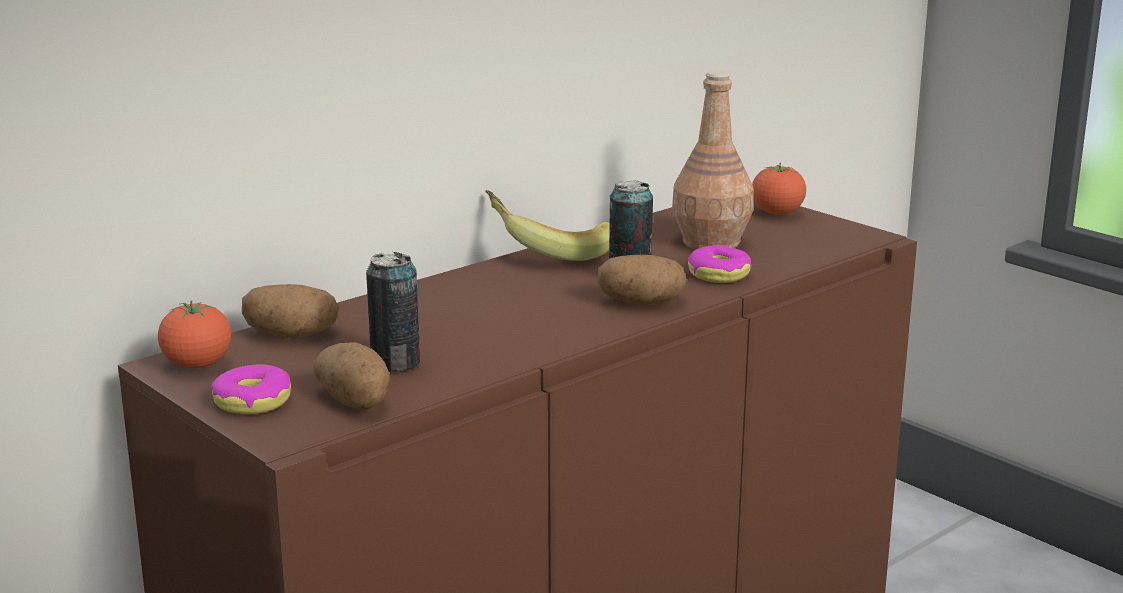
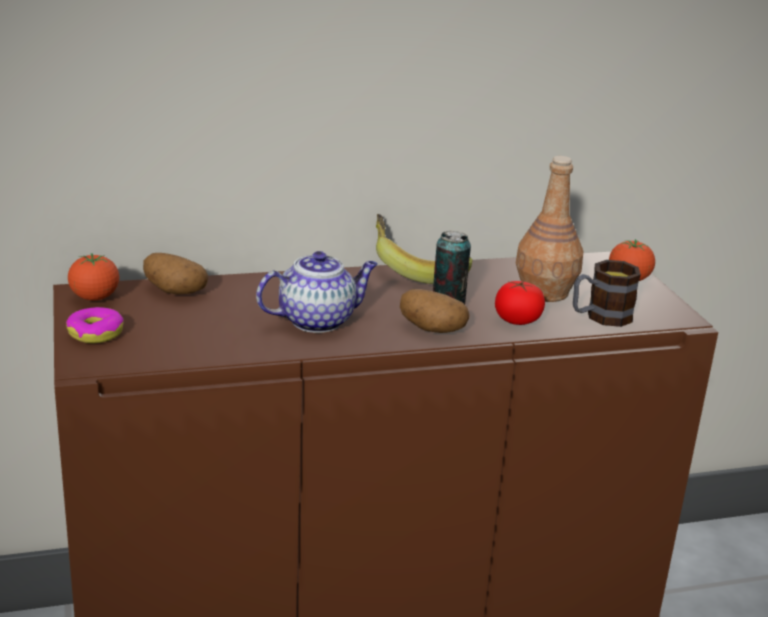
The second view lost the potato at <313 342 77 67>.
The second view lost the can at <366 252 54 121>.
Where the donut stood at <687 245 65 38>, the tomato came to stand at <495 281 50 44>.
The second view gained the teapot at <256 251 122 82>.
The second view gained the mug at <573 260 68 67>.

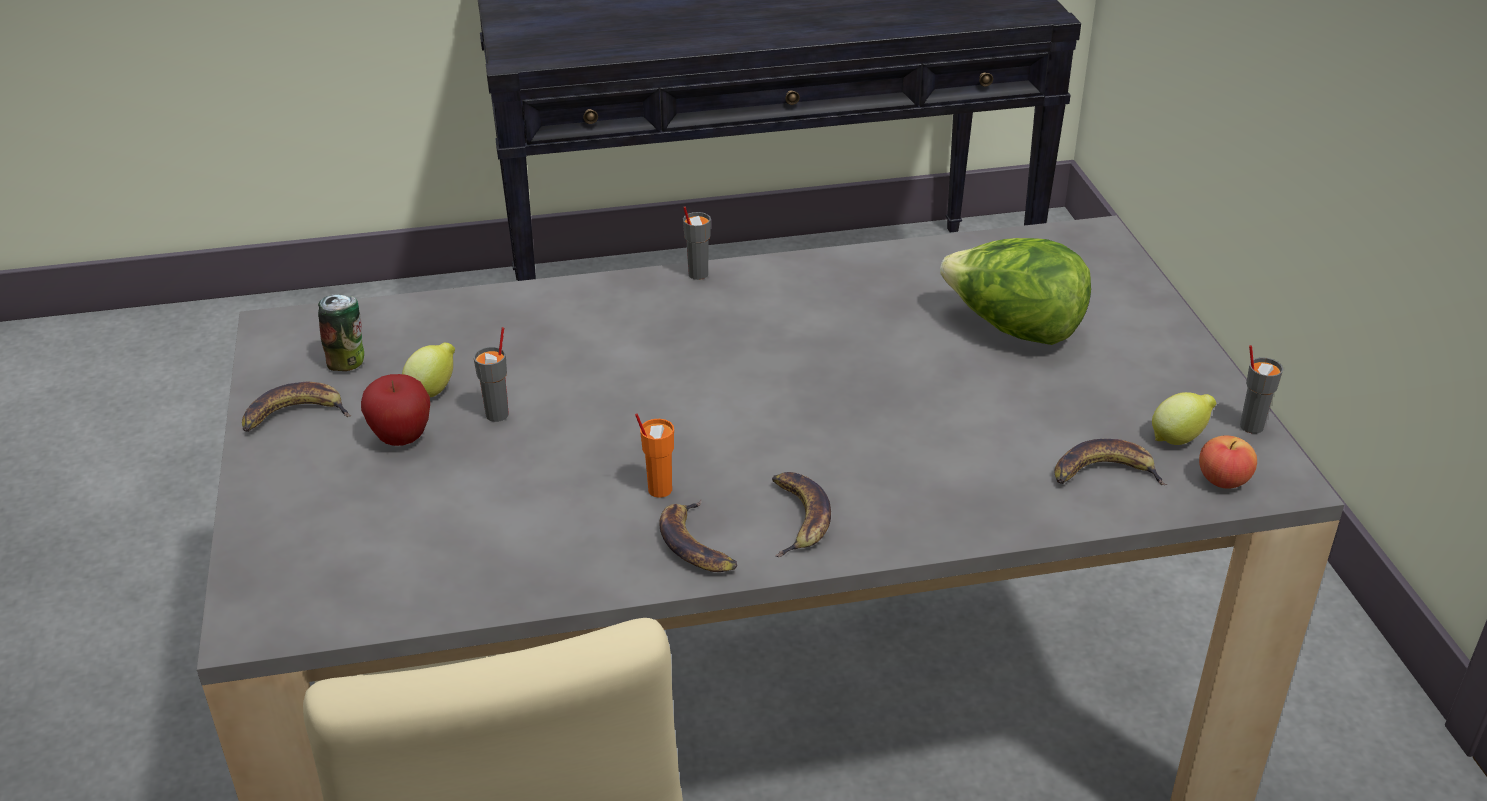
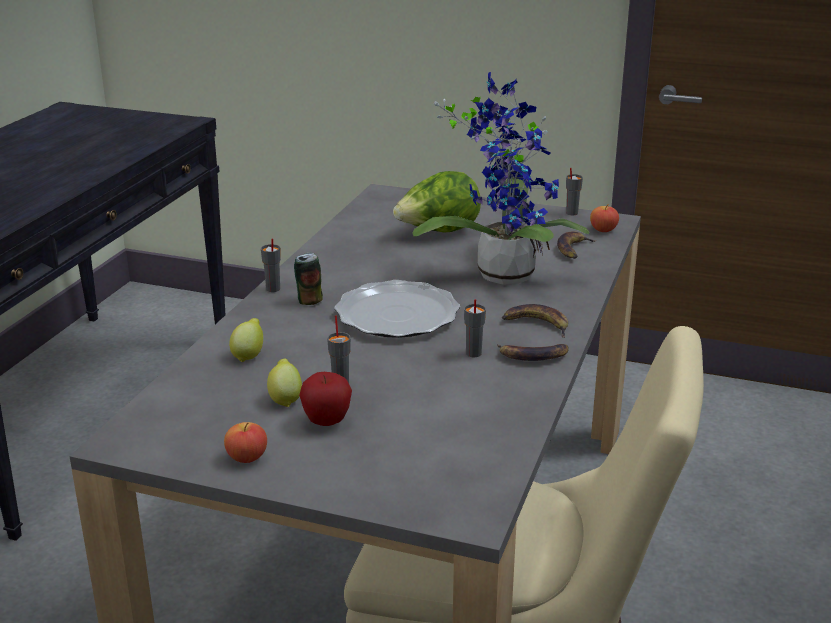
Where the banana stood at <242 382 109 50>, the apple came to stand at <224 422 43 41>.
The can ended up elsewhere, having gone from <318 294 46 77> to <294 253 29 52>.
What was the orange cup at <635 413 39 85> turned into the grey cup at <464 299 22 58>.
The lemon ended up elsewhere, having gone from <1152 392 64 53> to <229 318 34 44>.
The second view gained the plate at <335 280 125 58>.
The second view gained the potted plant at <412 72 177 213>.

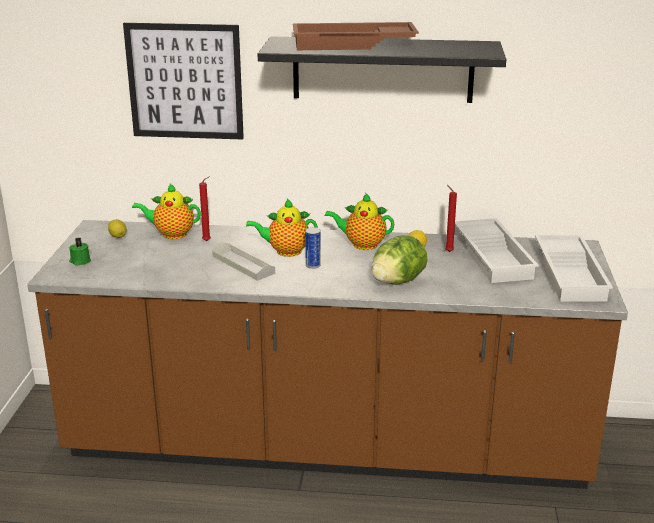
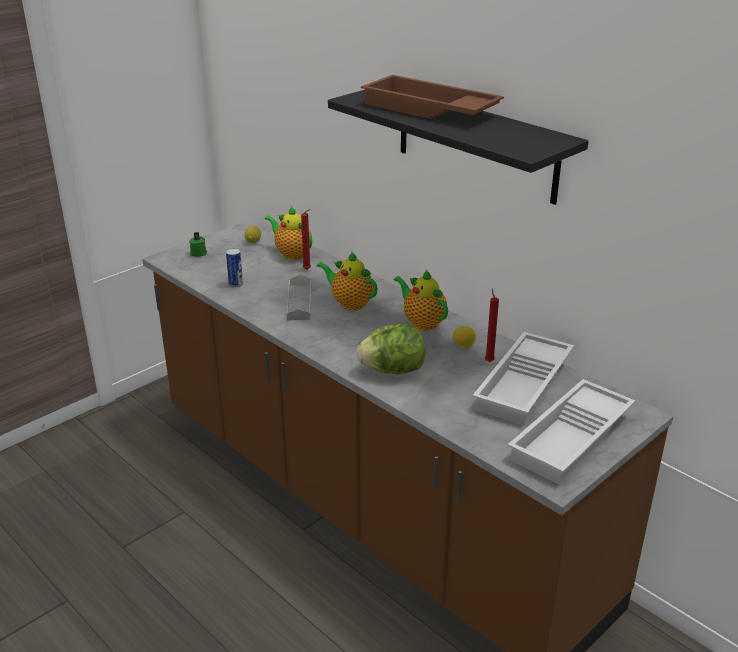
The second view lost the picture at <123 23 121 117>.
The can ended up elsewhere, having gone from <305 227 16 42> to <226 248 17 39>.

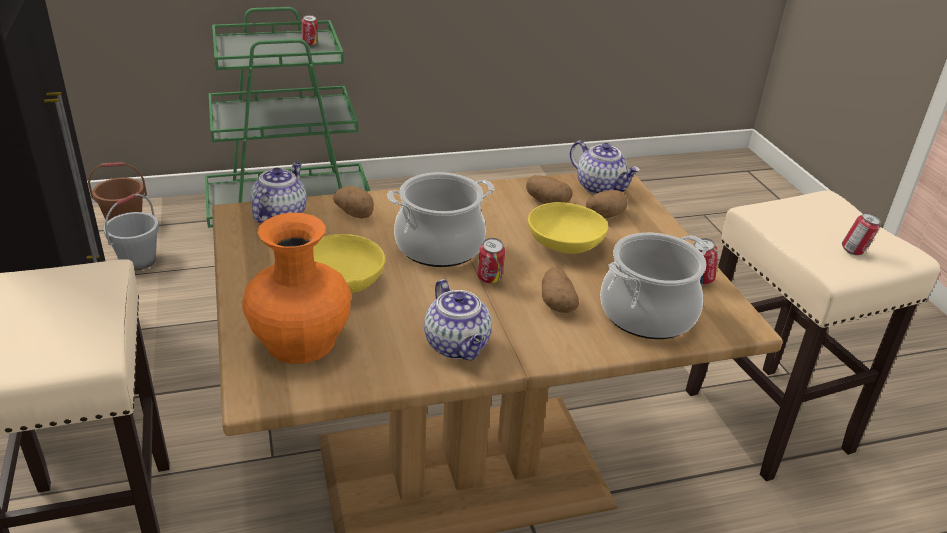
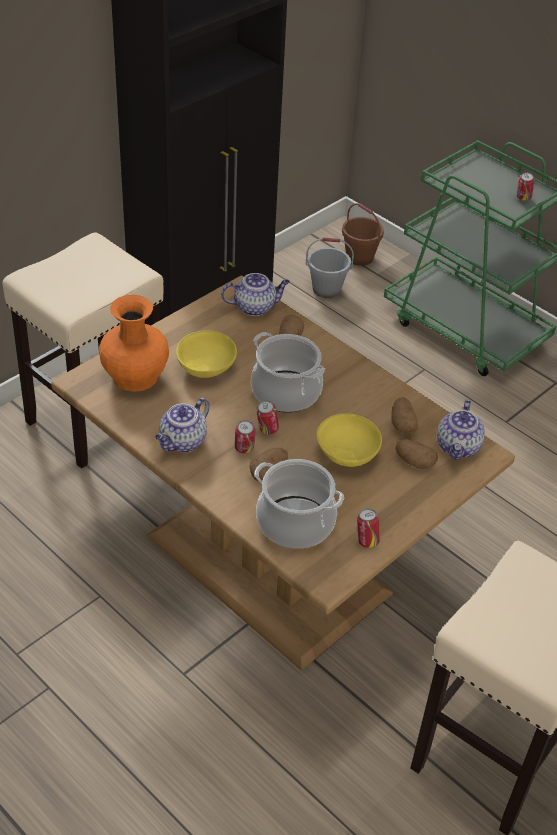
The can ended up elsewhere, having gone from <842 213 39 42> to <235 420 20 34>.

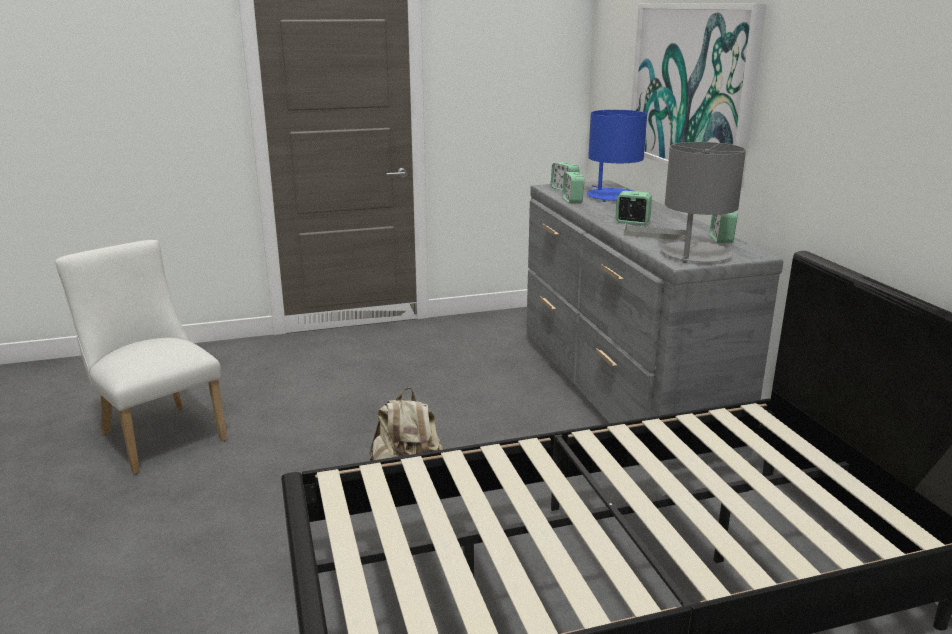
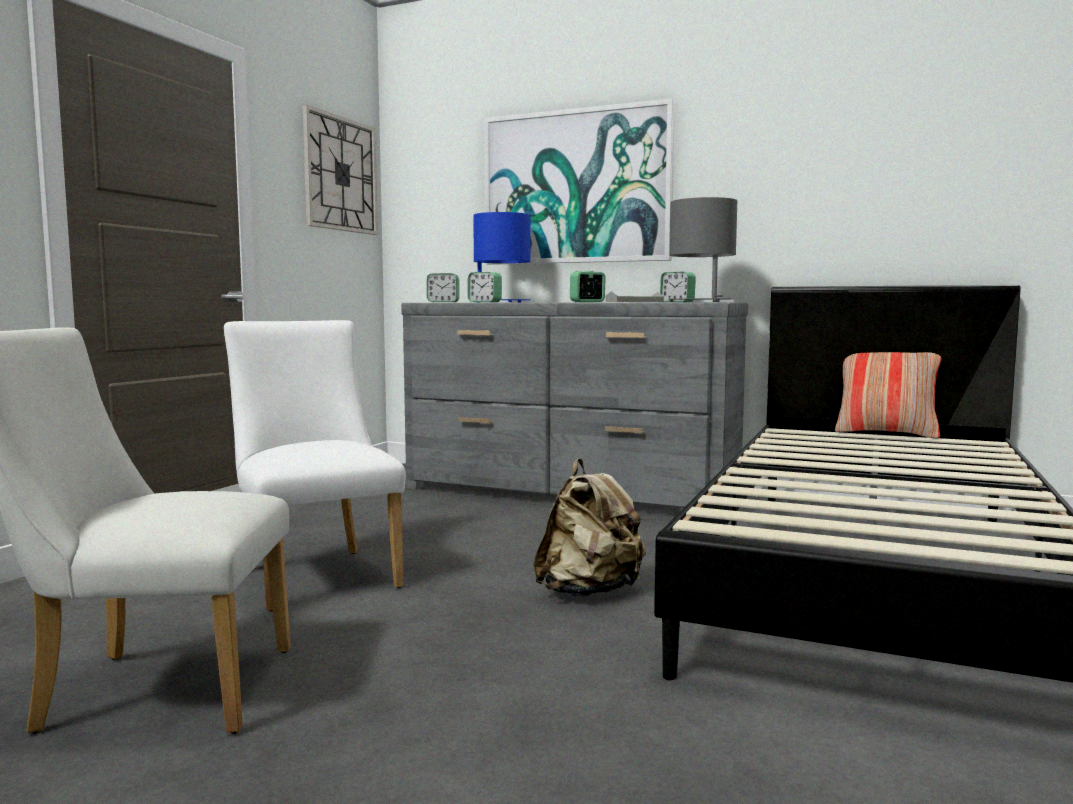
The second view gained the white chair at <224 320 182 292>.
The second view gained the wall clock at <302 105 76 130>.
The second view gained the pillow at <835 352 106 87>.

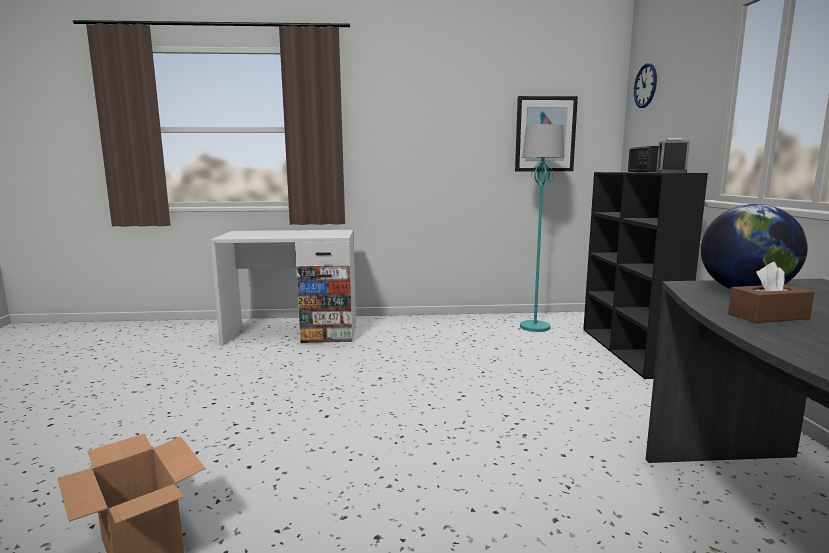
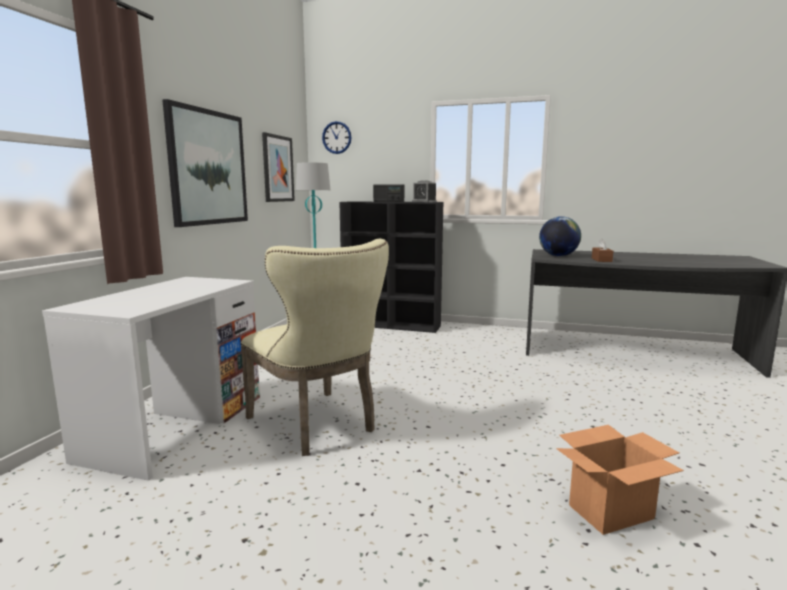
The second view gained the picture at <162 99 86 128>.
The second view gained the beige chair at <241 239 148 217>.

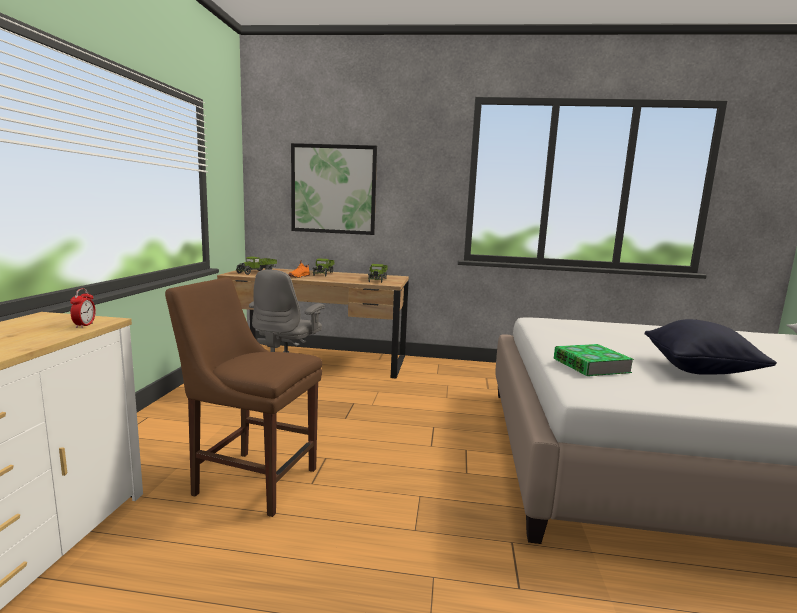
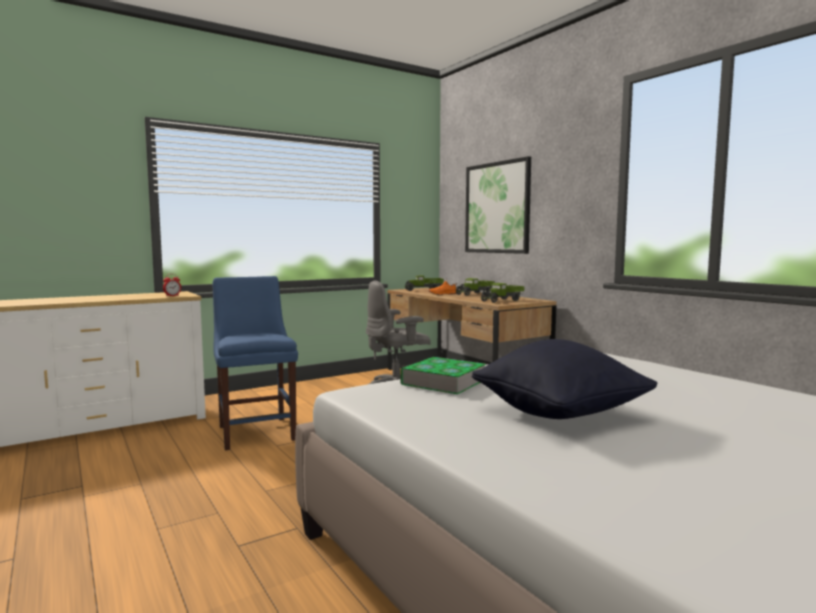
What was the brown chair at <165 277 157 240> turned into the blue chair at <213 276 85 174>.

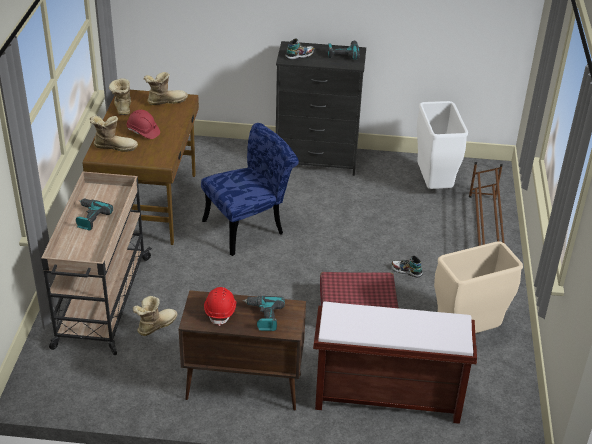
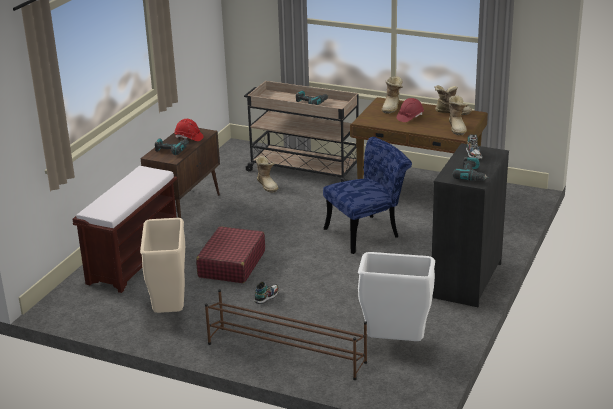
The blue chair at <201 123 98 133> ended up facing another way, 105 degrees counterclockwise from before.

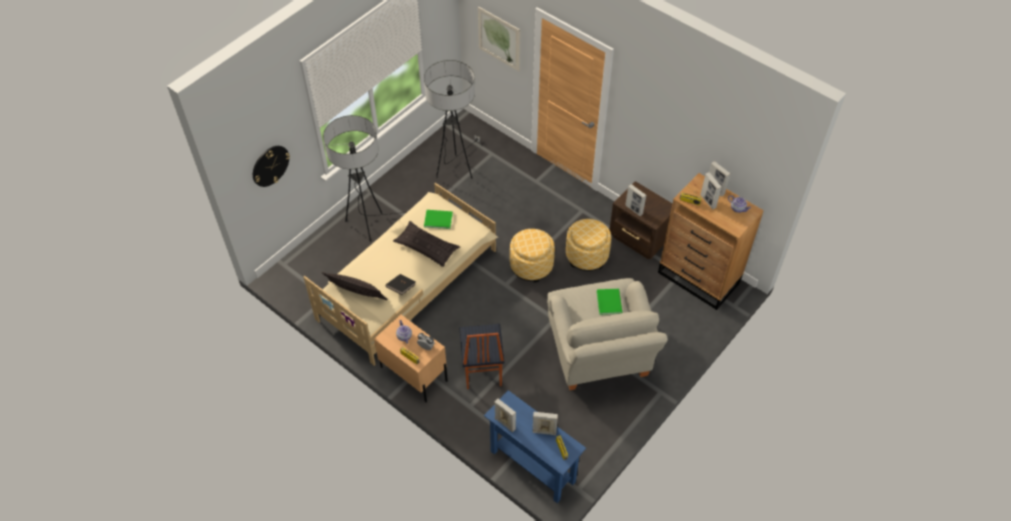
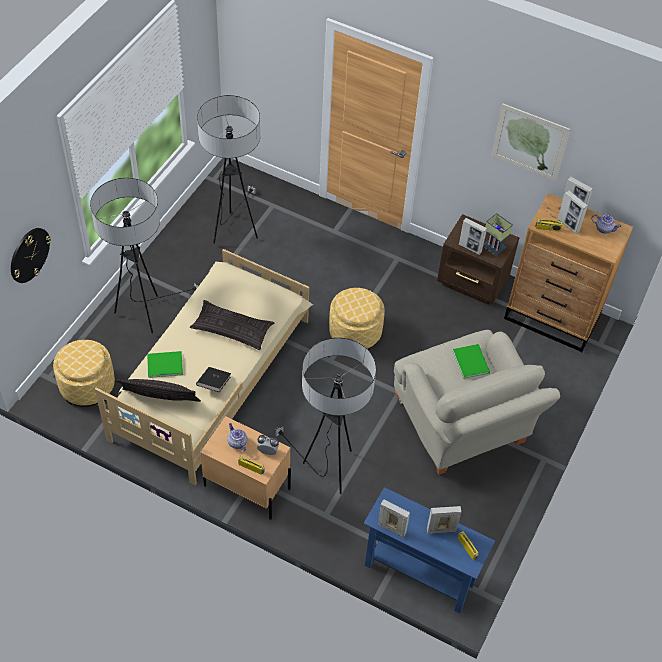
The green book ended up elsewhere, having gone from <424 210 29 19> to <147 351 36 27>.
Where the chair stood at <459 324 46 65>, the floor lamp came to stand at <274 338 102 156>.
The picture ended up elsewhere, having gone from <478 7 42 64> to <491 104 79 77>.
The ottoman ended up elsewhere, having gone from <566 219 45 52> to <53 340 62 67>.
The second view gained the table lamp at <483 213 30 43>.

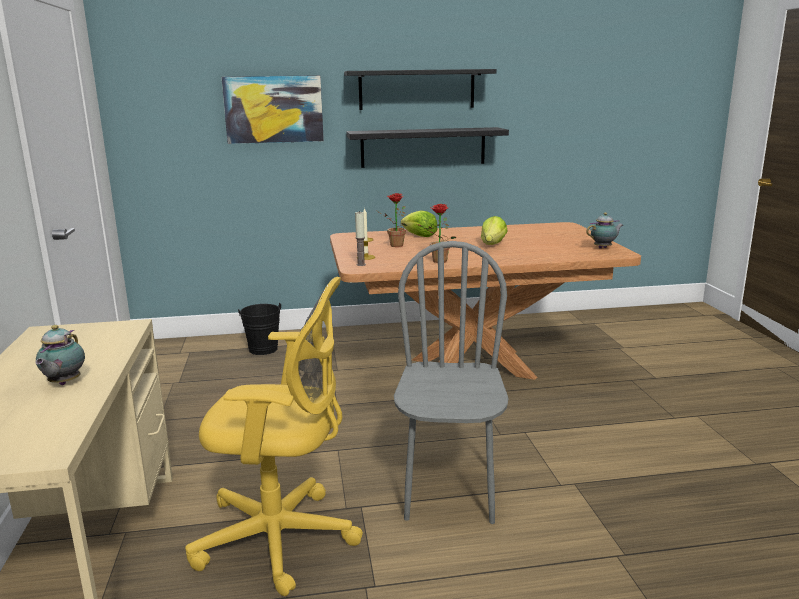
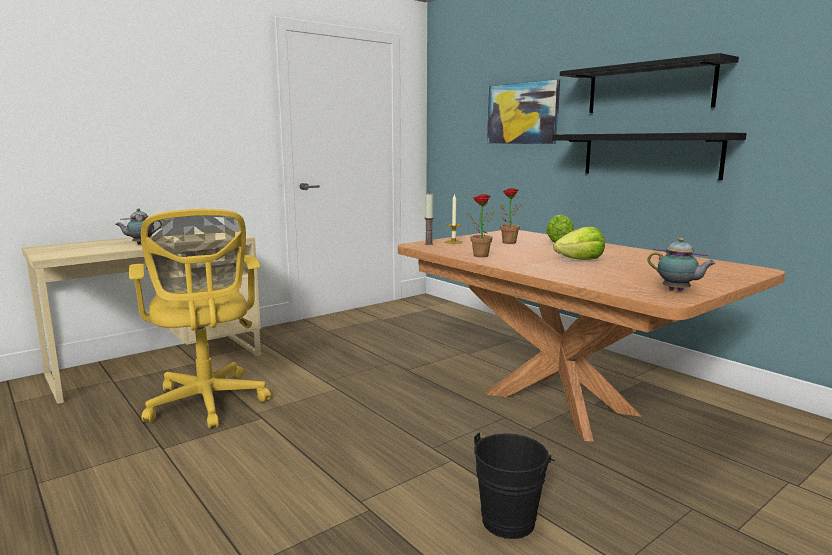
The black bucket ended up elsewhere, having gone from <238 303 43 52> to <474 433 81 106>.
The second view lost the grey chair at <394 241 115 283>.

